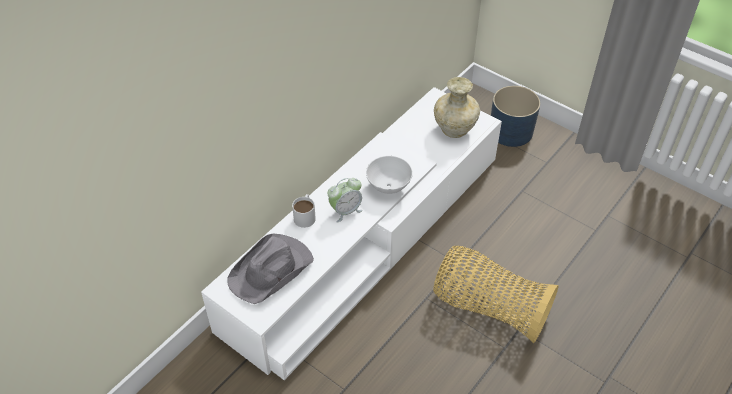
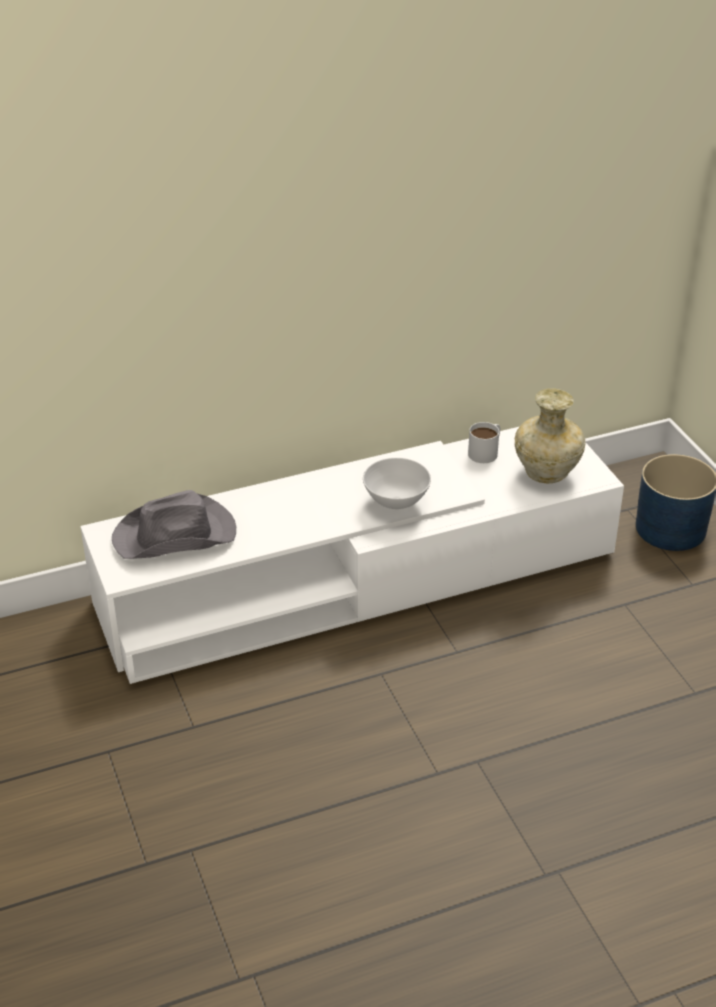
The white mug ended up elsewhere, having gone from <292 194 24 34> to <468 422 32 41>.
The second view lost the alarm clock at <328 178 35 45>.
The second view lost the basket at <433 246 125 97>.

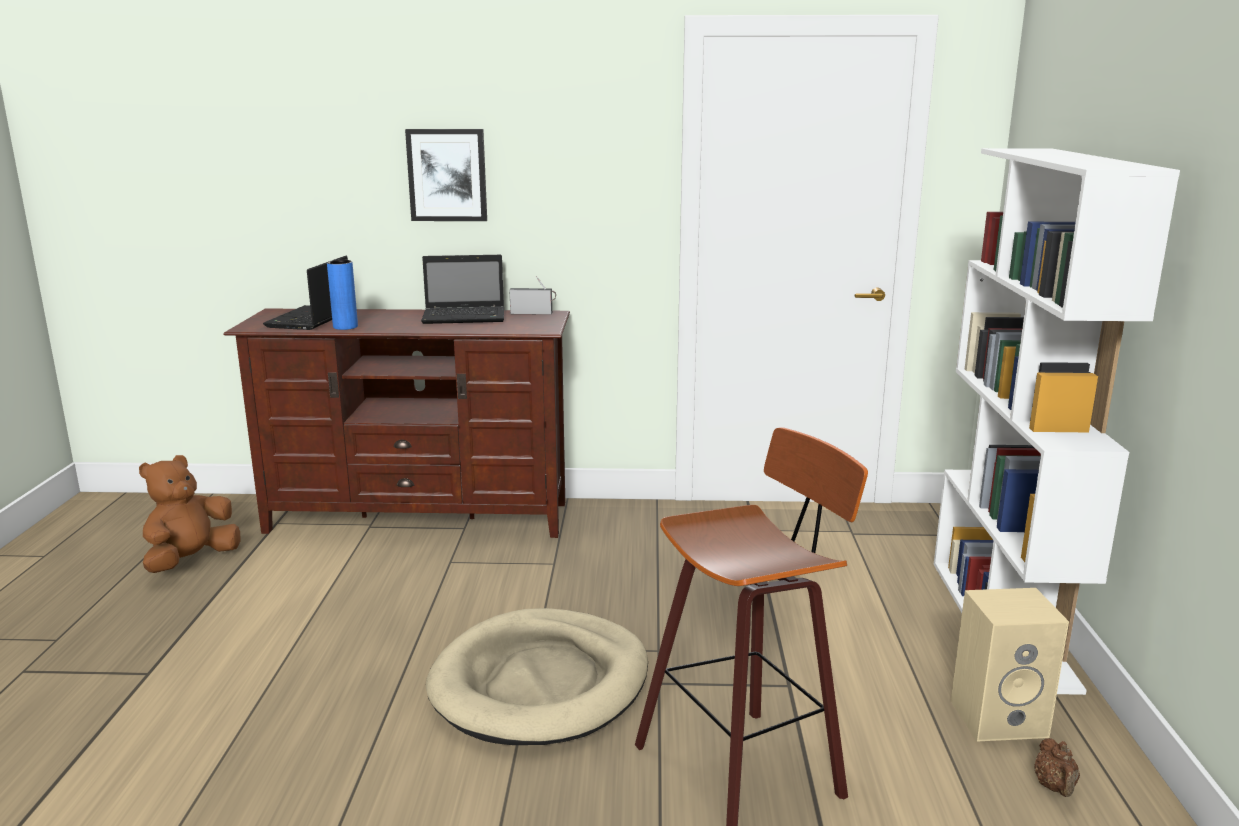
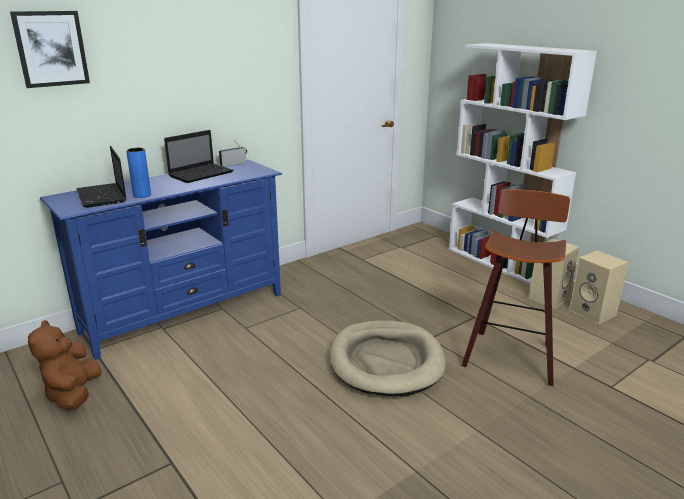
What was the brown tv stand at <223 309 347 229> turned into the blue tv stand at <40 159 242 201>.
The picture ended up elsewhere, having gone from <405 129 82 92> to <10 11 80 77>.
Where the brown teapot stood at <1034 738 46 59>, the beige speaker came to stand at <570 251 58 73>.

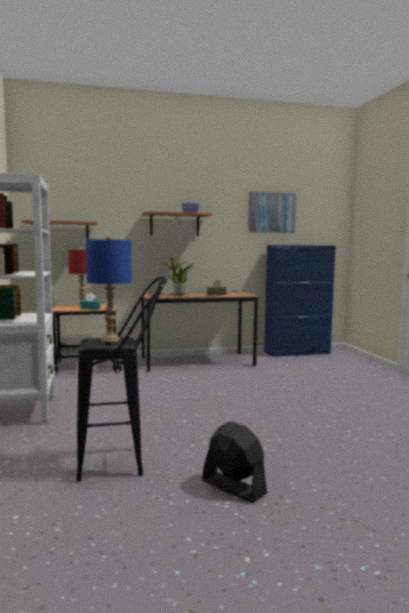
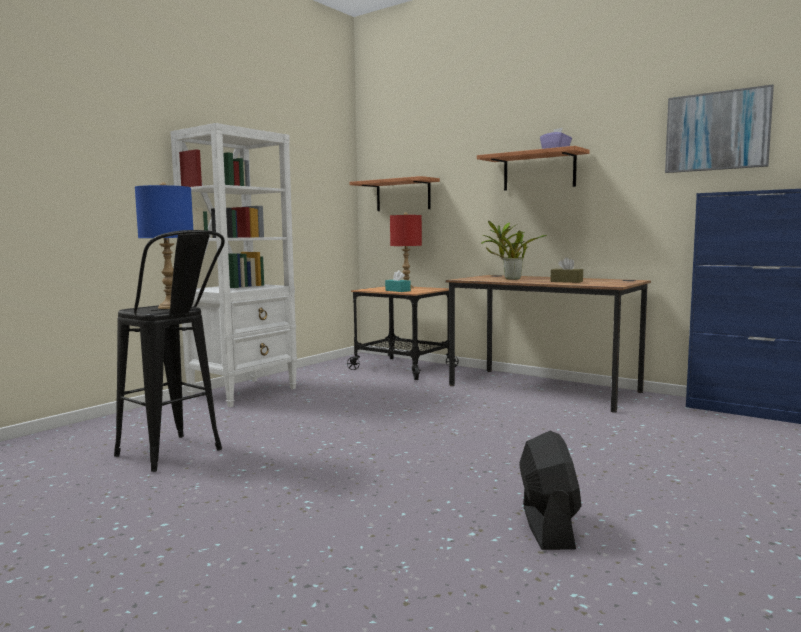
The black fan ended up elsewhere, having gone from <202 422 65 81> to <519 431 63 119>.

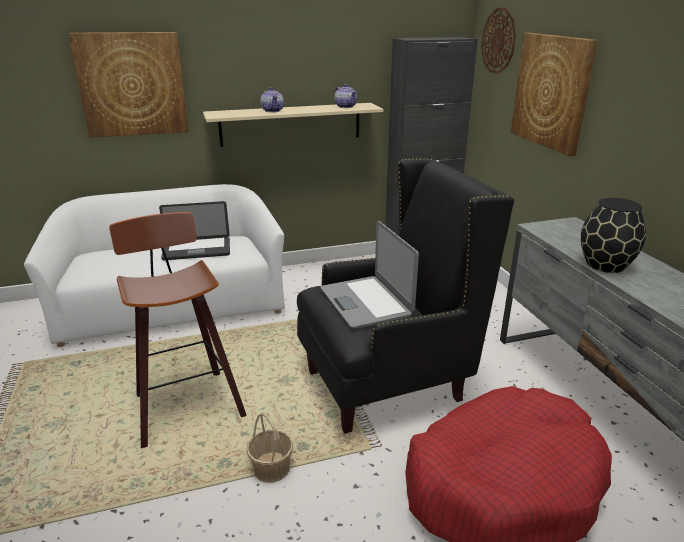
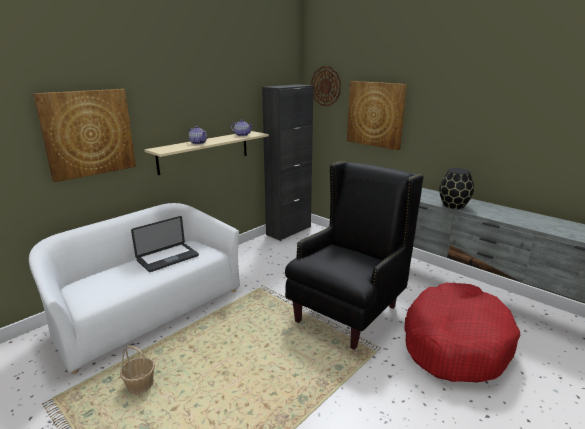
The second view lost the stool at <109 212 138 236>.
The basket ended up elsewhere, having gone from <246 412 47 71> to <120 346 35 48>.
The second view lost the laptop at <320 221 99 107>.

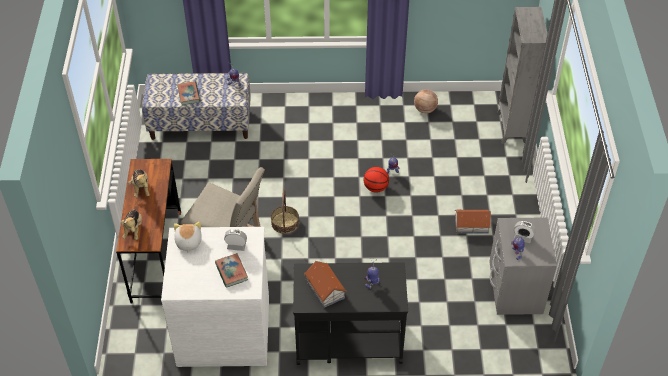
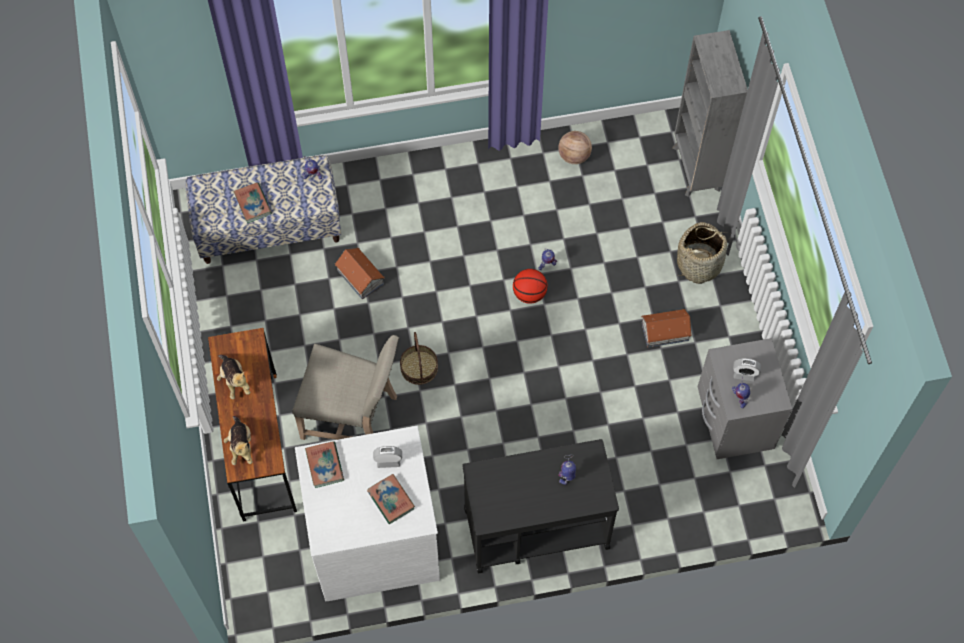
Where the plush toy stood at <174 222 28 31>, the book came to stand at <305 441 39 47>.
The toy house ended up elsewhere, having gone from <304 261 42 47> to <334 247 51 52>.
The second view gained the basket at <677 222 53 62>.

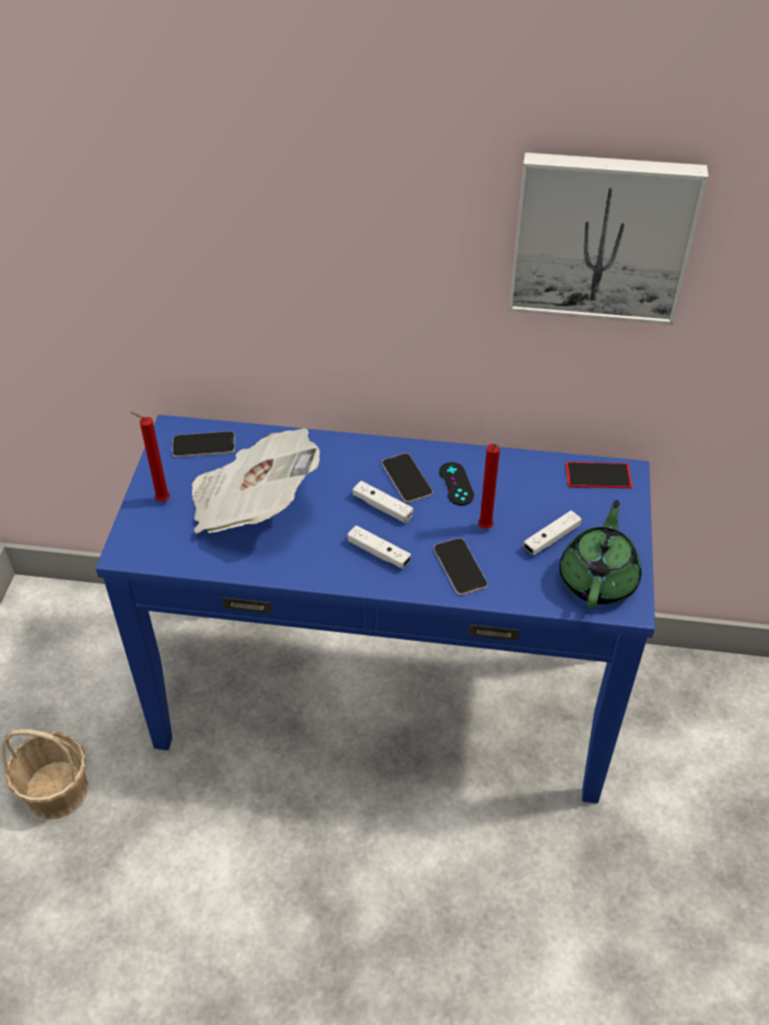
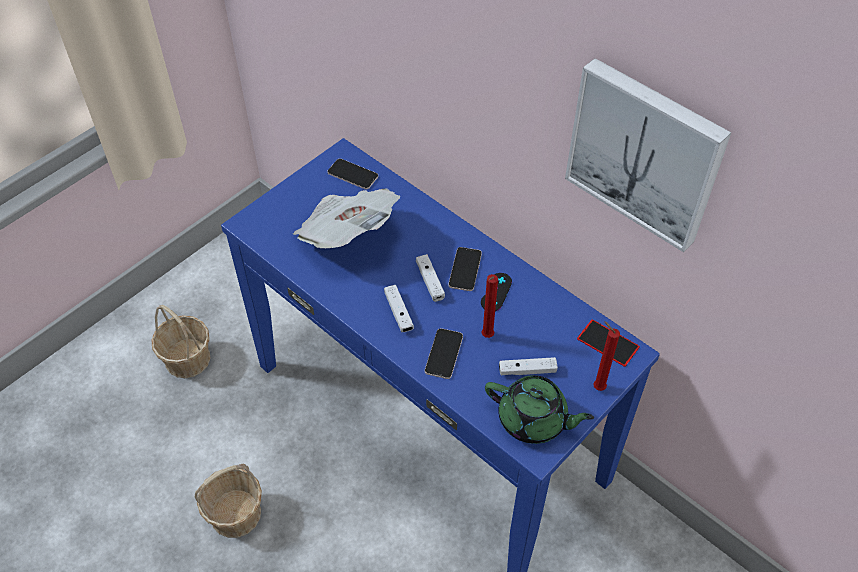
The red candle ended up elsewhere, having gone from <130 412 40 90> to <593 321 27 70>.
The green teapot at <559 500 83 109> ended up facing another way, 60 degrees clockwise from before.
The second view gained the basket at <195 463 67 75>.

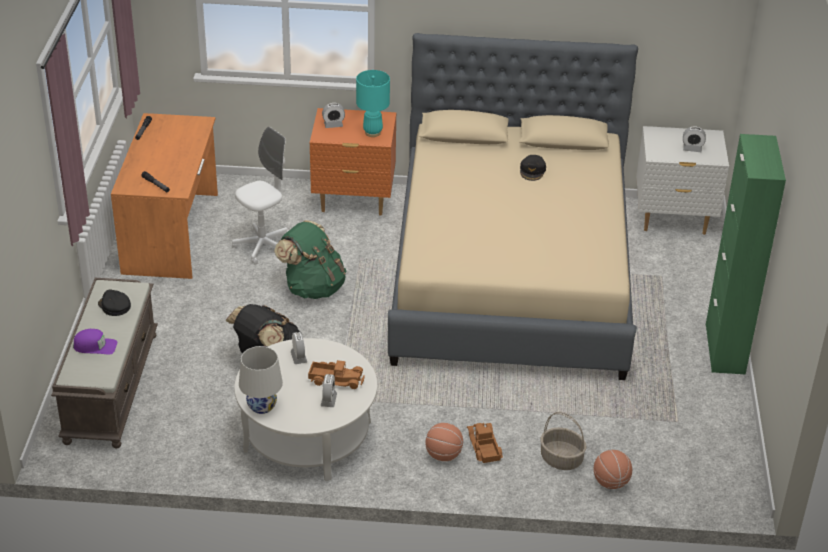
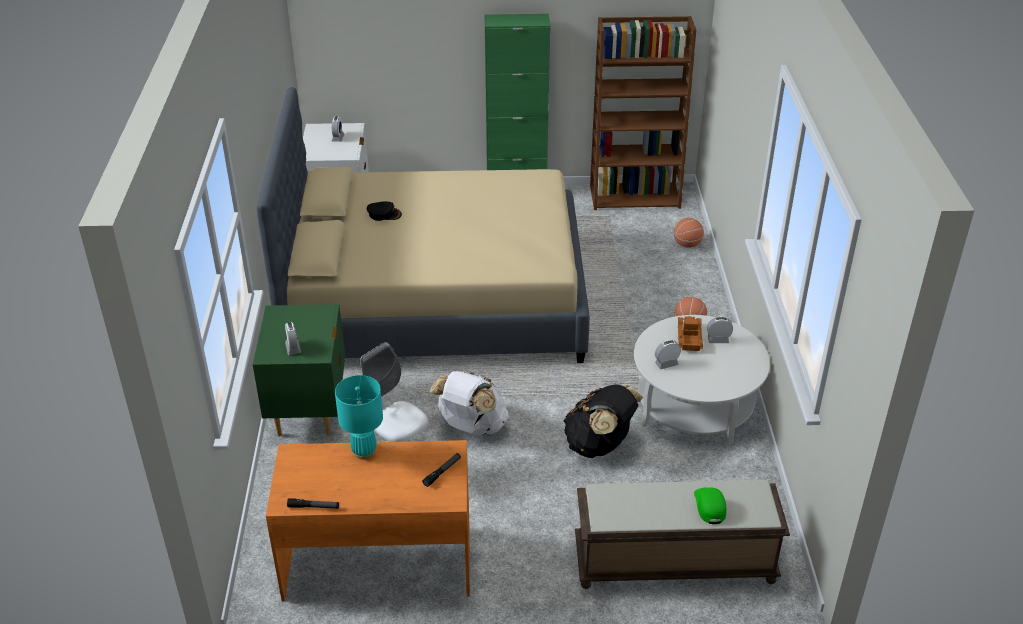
What was the purple cap at <73 329 44 26> turned into the green cap at <694 487 33 37>.
The second view lost the black cap at <98 290 33 26>.
The second view lost the white table lamp at <239 346 44 68>.
What was the green backpack at <274 220 73 79> turned into the white backpack at <430 371 79 65>.
What was the orange nightstand at <310 108 86 108> turned into the green nightstand at <253 304 92 132>.
The turquoise table lamp ended up elsewhere, having gone from <356 70 34 67> to <335 375 48 85>.
The second view lost the toy truck at <467 423 36 40>.
The second view lost the basket at <540 412 46 58>.
The second view gained the brown bookcase at <590 16 106 194>.

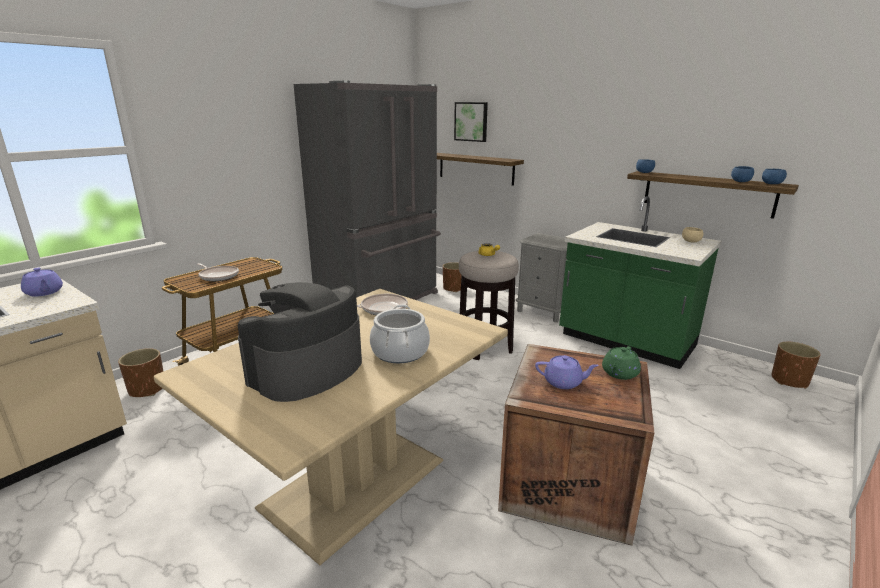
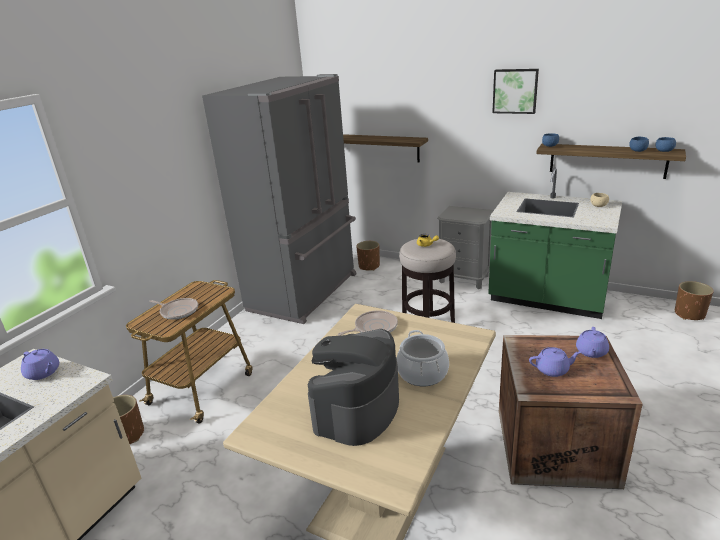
The picture ended up elsewhere, having gone from <454 102 34 40> to <492 69 47 45>.
What was the green teapot at <602 346 39 34> turned into the purple teapot at <576 327 33 31>.

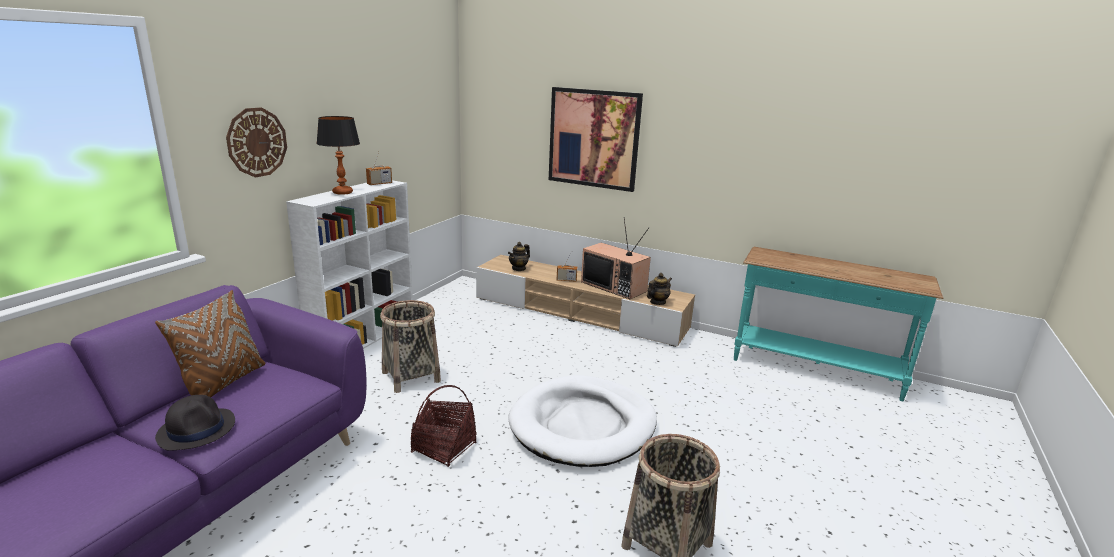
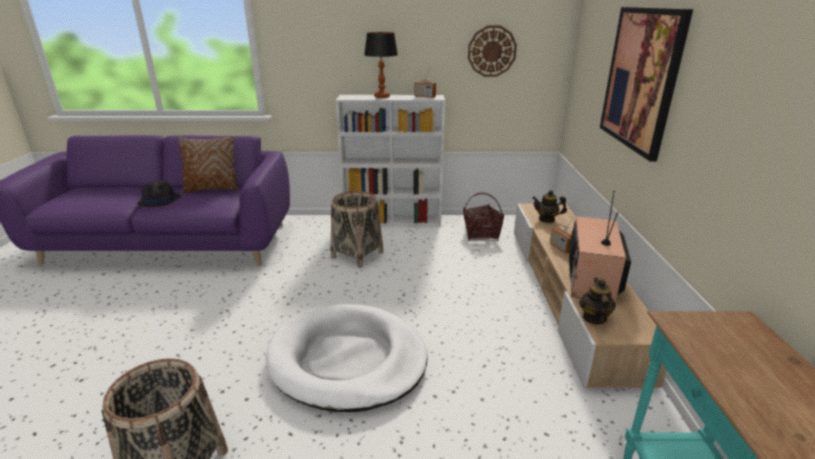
The wall clock ended up elsewhere, having gone from <226 107 61 70> to <468 26 49 51>.
The basket ended up elsewhere, having gone from <411 385 66 82> to <463 193 41 48>.
The teapot at <647 273 25 32> ended up facing another way, 105 degrees counterclockwise from before.

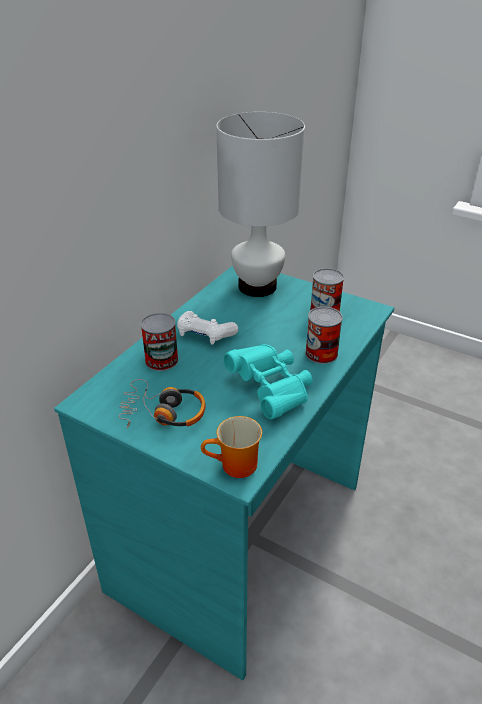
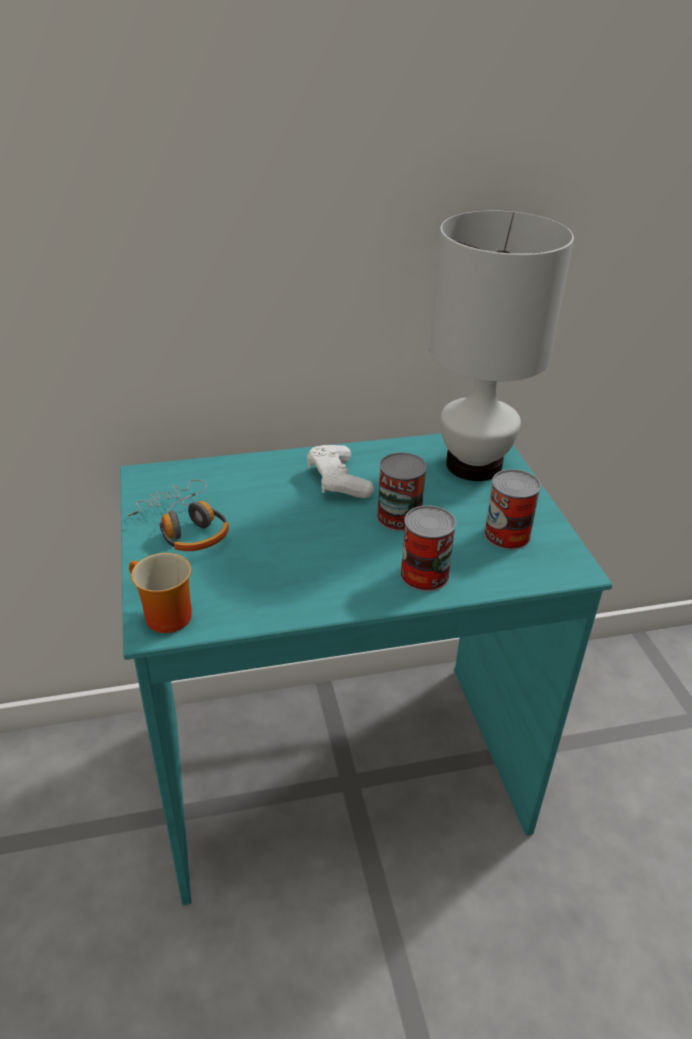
The can ended up elsewhere, having gone from <141 313 38 58> to <377 452 50 79>.
The second view lost the turquoise binoculars at <224 344 89 75>.

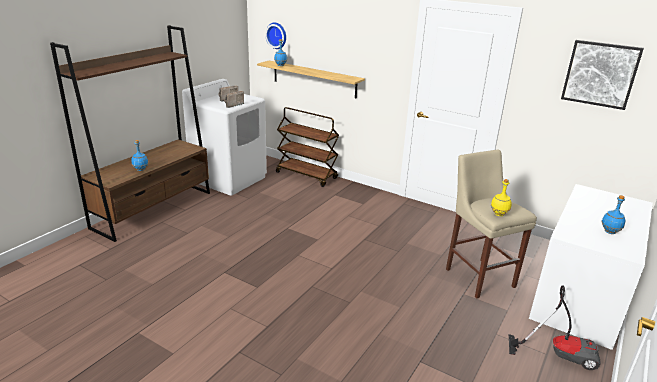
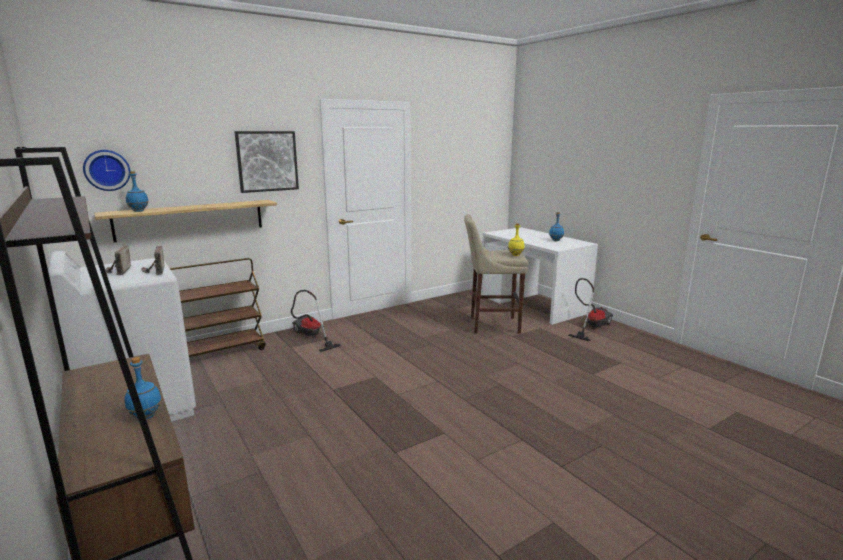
The picture ended up elsewhere, having gone from <561 40 83 70> to <234 131 65 62>.
The second view gained the vacuum cleaner at <291 290 51 62>.

